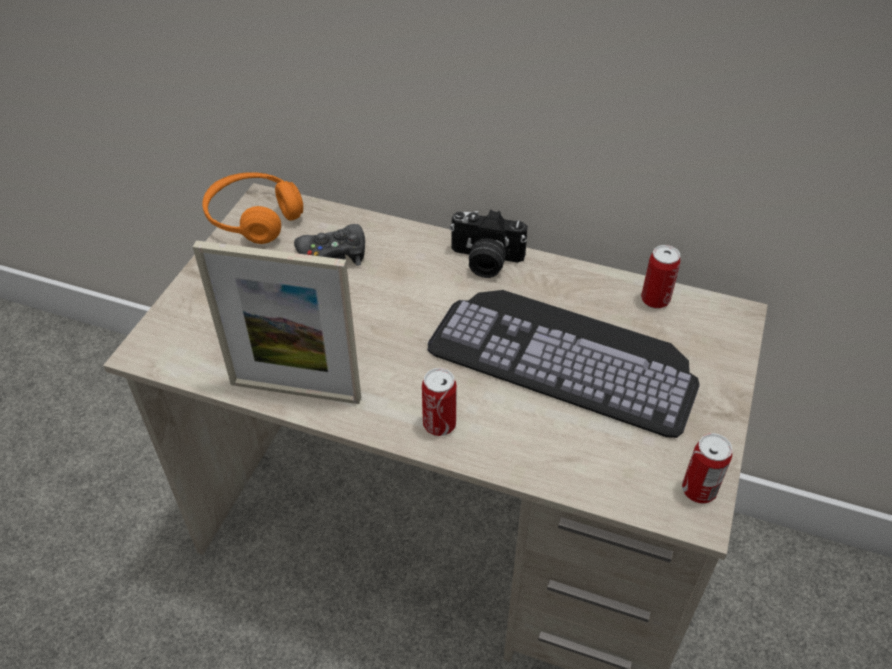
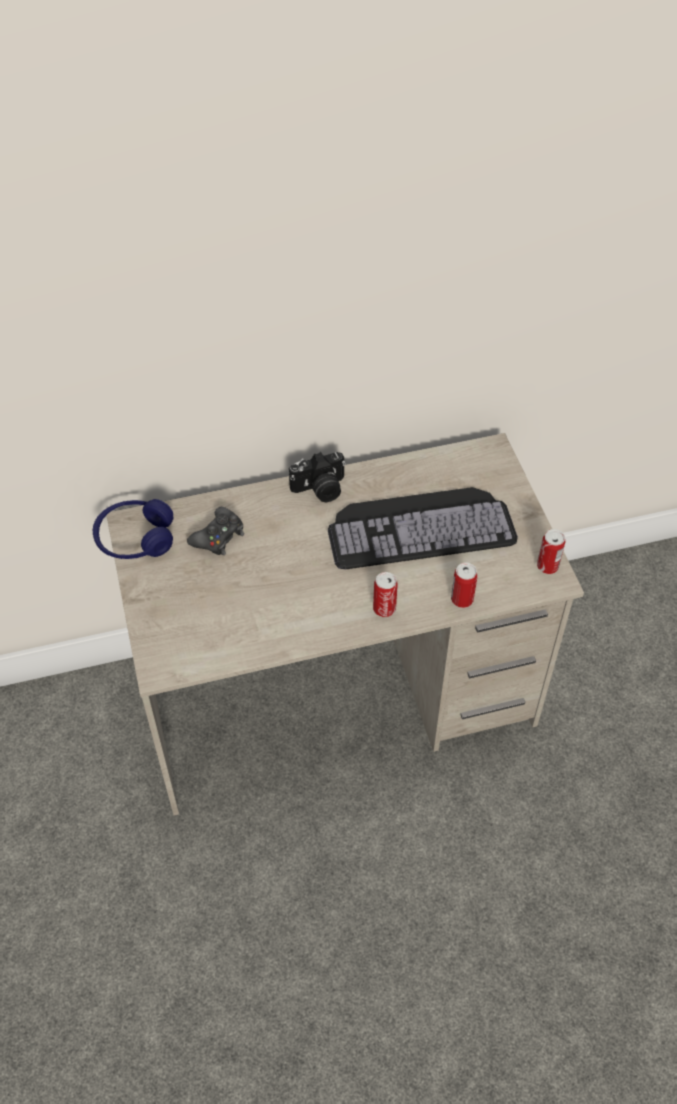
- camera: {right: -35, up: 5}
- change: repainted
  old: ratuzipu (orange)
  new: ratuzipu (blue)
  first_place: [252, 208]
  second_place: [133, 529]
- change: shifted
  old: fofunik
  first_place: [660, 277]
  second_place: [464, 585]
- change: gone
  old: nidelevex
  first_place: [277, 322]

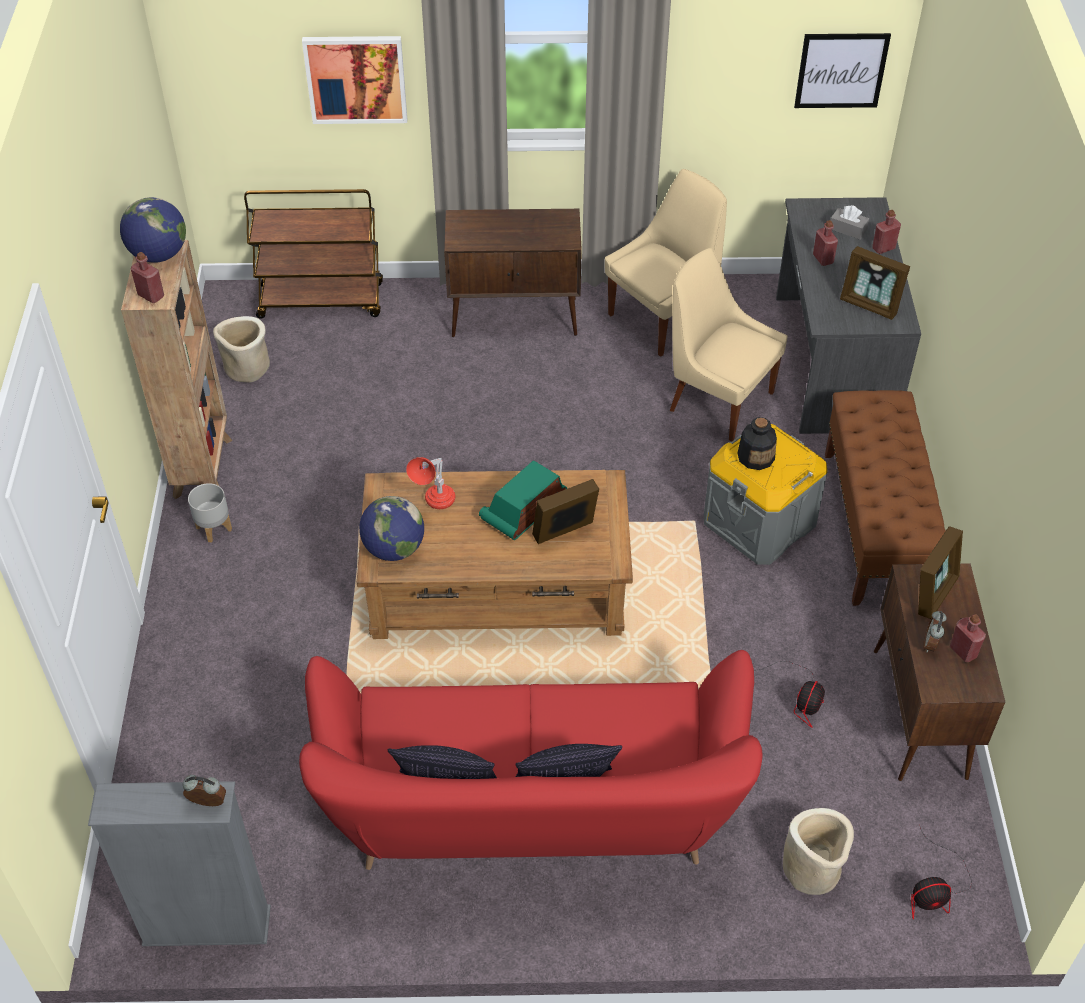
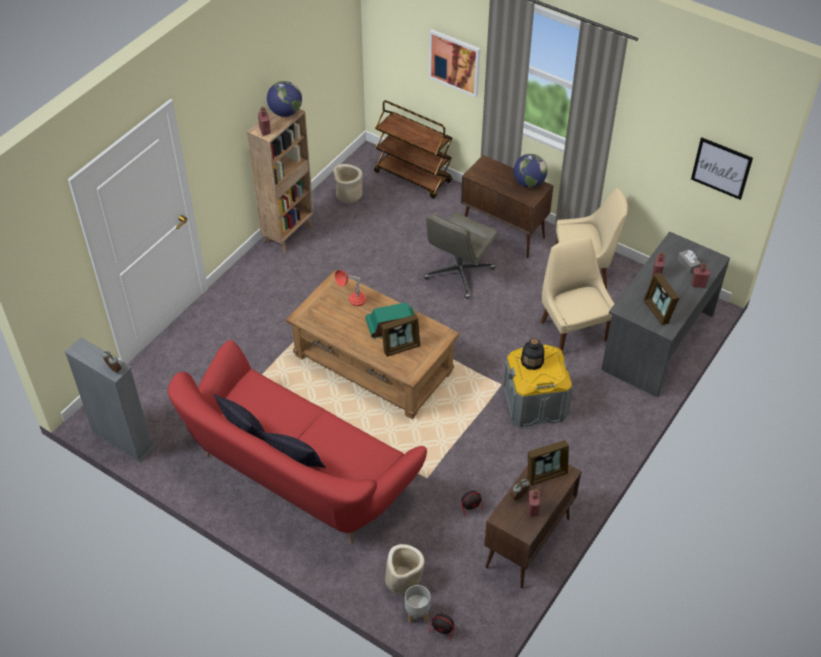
- camera: {right: 35, up: 0}
- change: rotated
  old: nidelevex
  first_place: [565, 511]
  second_place: [400, 335]
  degrees: 150
- change: shifted
  old: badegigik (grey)
  first_place: [210, 512]
  second_place: [417, 604]
- change: new
  new: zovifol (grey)
  second_place: [461, 255]
- change: shifted
  old: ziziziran
  first_place: [391, 528]
  second_place: [530, 171]
- change: gone
  old: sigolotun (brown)
  first_place: [885, 498]

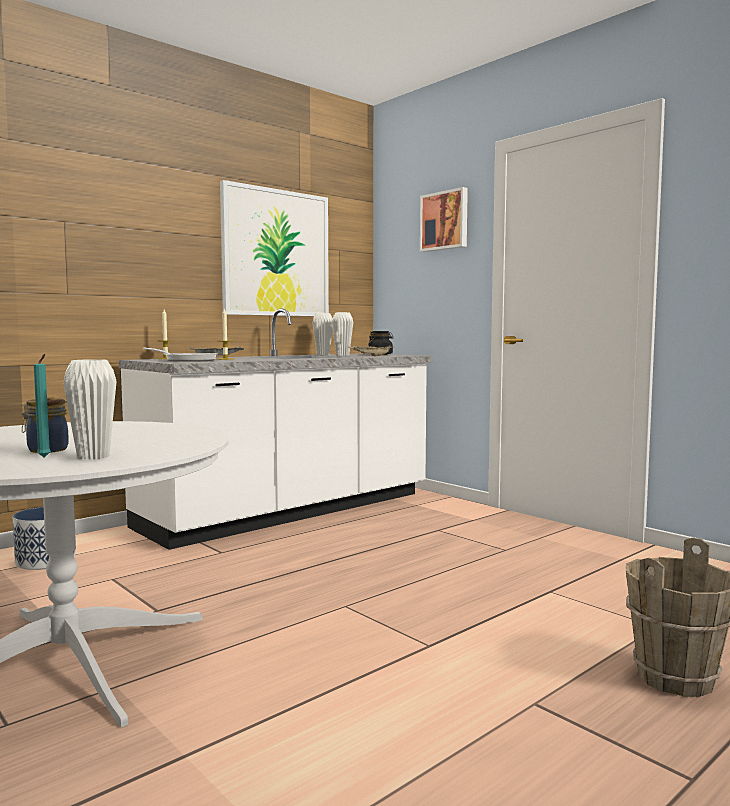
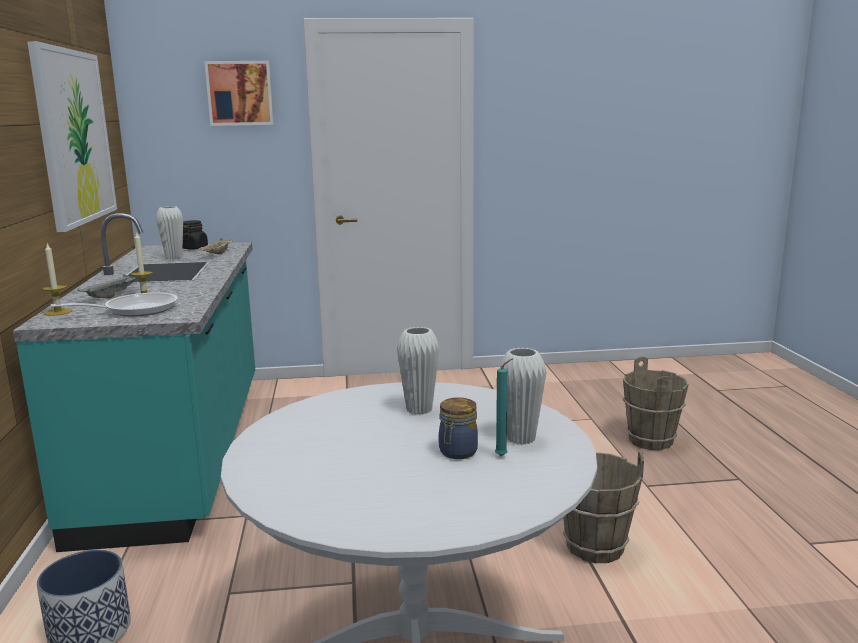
- camera: {right: -55, up: 10}
- change: repainted
  old: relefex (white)
  new: relefex (turquoise)
  first_place: [275, 429]
  second_place: [134, 382]
- change: shifted
  old: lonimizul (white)
  first_place: [323, 334]
  second_place: [418, 371]
- change: new
  new: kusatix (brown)
  second_place: [603, 507]

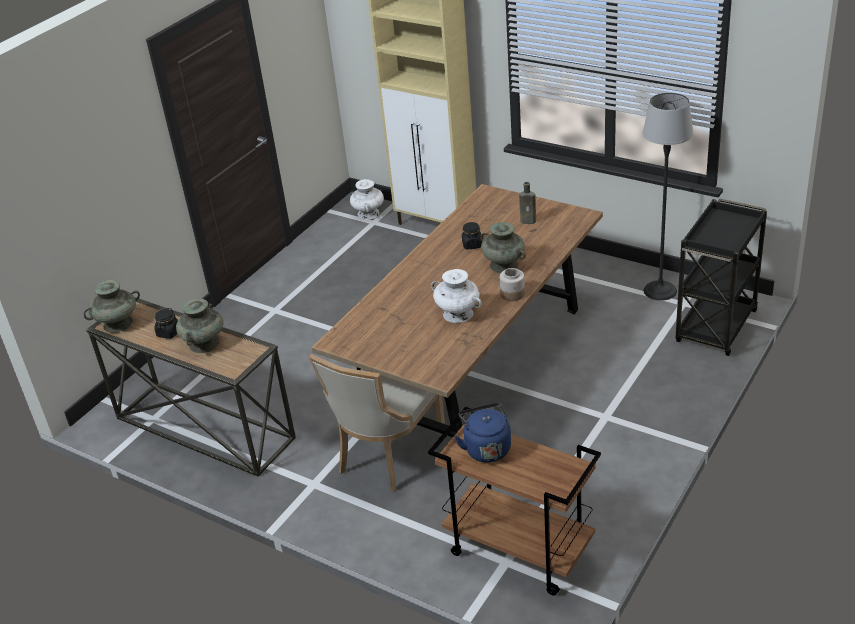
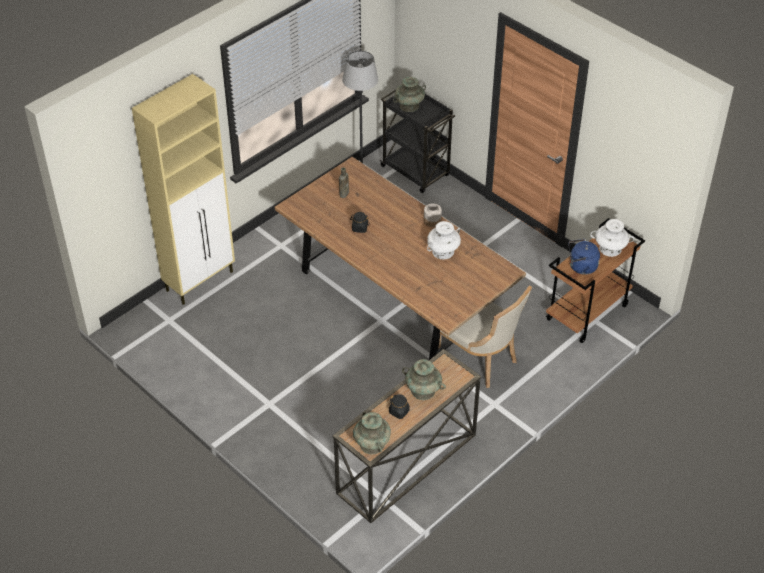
- camera: {right: -80, up: 10}
- change: shifted
  old: lonimizul (turquoise)
  first_place: [503, 247]
  second_place: [409, 94]
- change: shifted
  old: lonimizul (white)
  first_place: [367, 199]
  second_place: [612, 238]

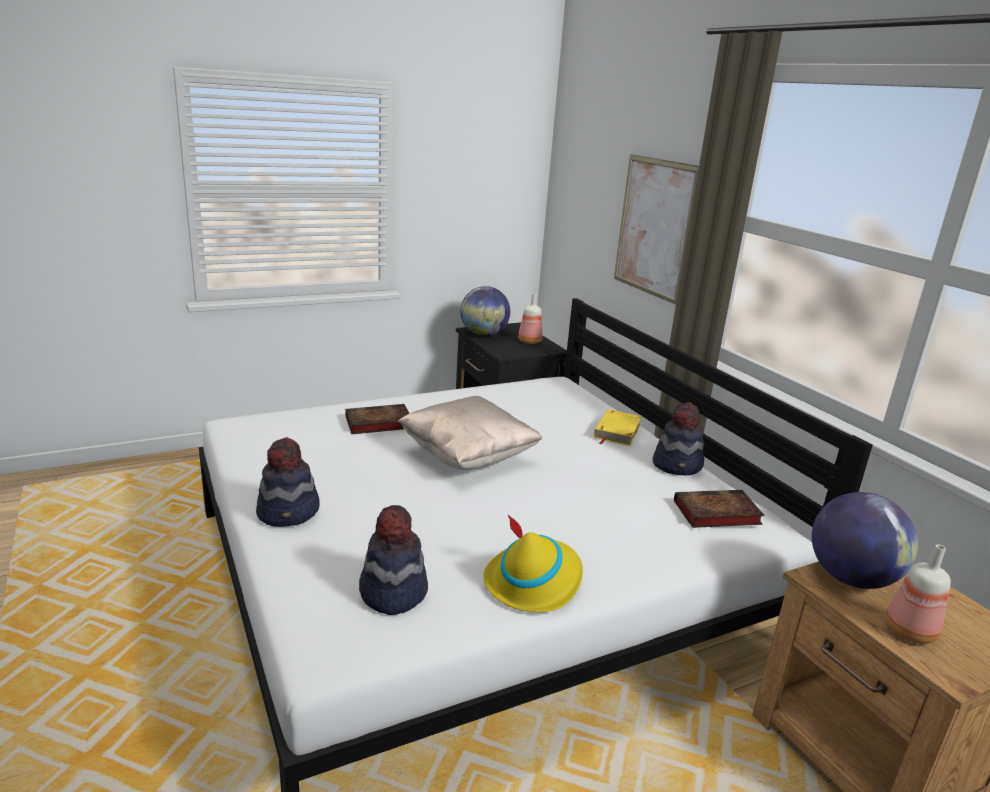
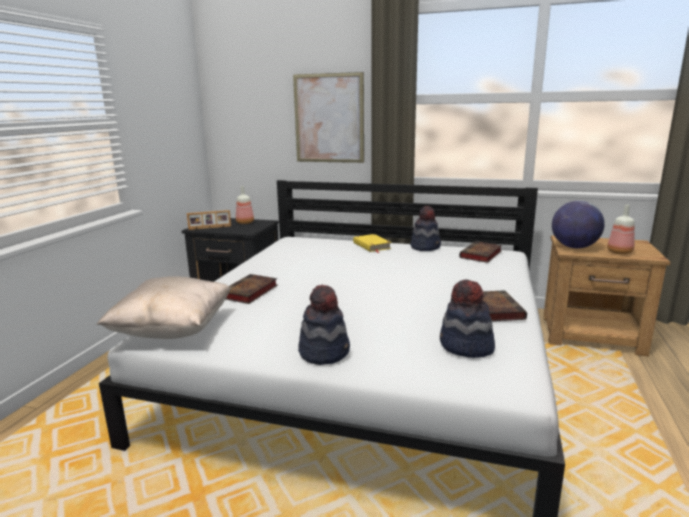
- camera: {right: -45, up: -5}
- change: shifted
  old: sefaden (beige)
  first_place: [470, 433]
  second_place: [163, 307]
- change: swapped
  old: ziziziran
  new: nidelevex
  first_place: [485, 311]
  second_place: [209, 220]
- change: swapped
  old: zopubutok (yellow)
  new: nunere
  first_place: [533, 563]
  second_place: [504, 305]

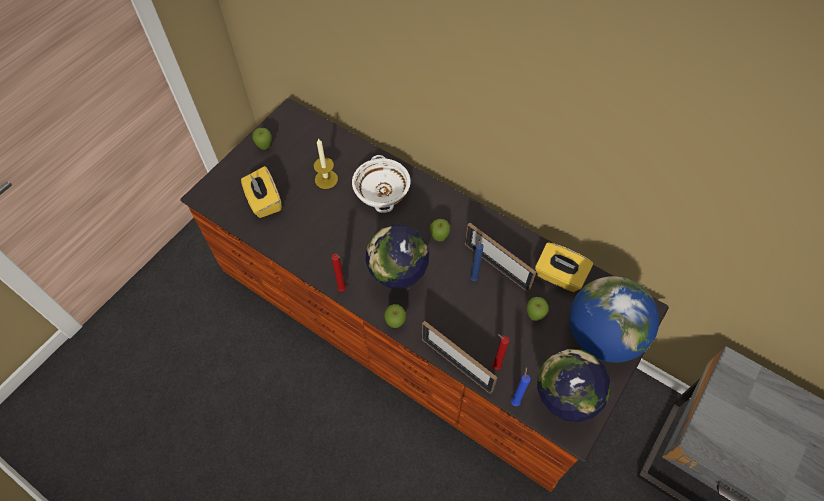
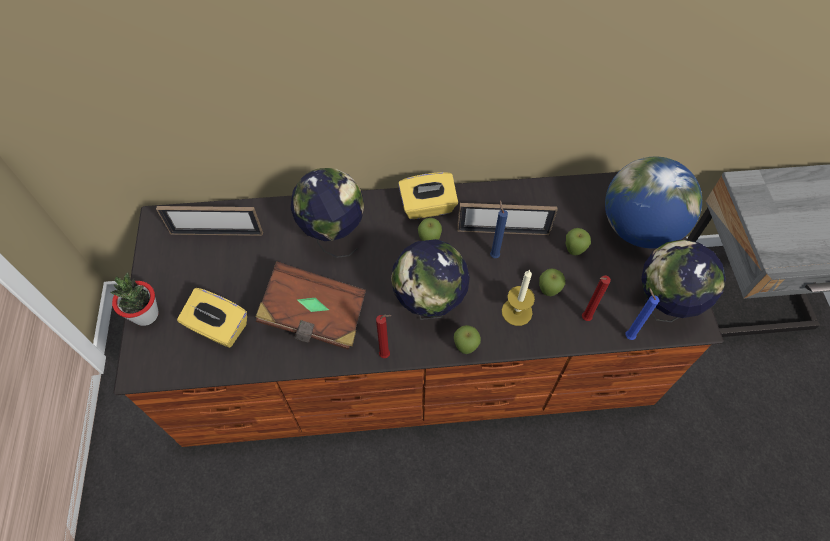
- camera: {right: -40, up: 0}
- change: new
  new: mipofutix
  second_place: [134, 299]
- change: shifted
  old: nidelevex
  first_place: [460, 357]
  second_place: [209, 221]
- change: new
  new: nunere (brown)
  second_place: [310, 305]
- change: swapped
  old: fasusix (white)
  new: ziziziran
  first_place: [381, 184]
  second_place: [327, 213]
- change: shifted
  old: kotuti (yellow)
  first_place: [564, 267]
  second_place: [428, 195]
- change: shifted
  old: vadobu
  first_place: [326, 163]
  second_place: [518, 297]
- change: shifted
  old: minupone
  first_place: [262, 139]
  second_place: [552, 282]

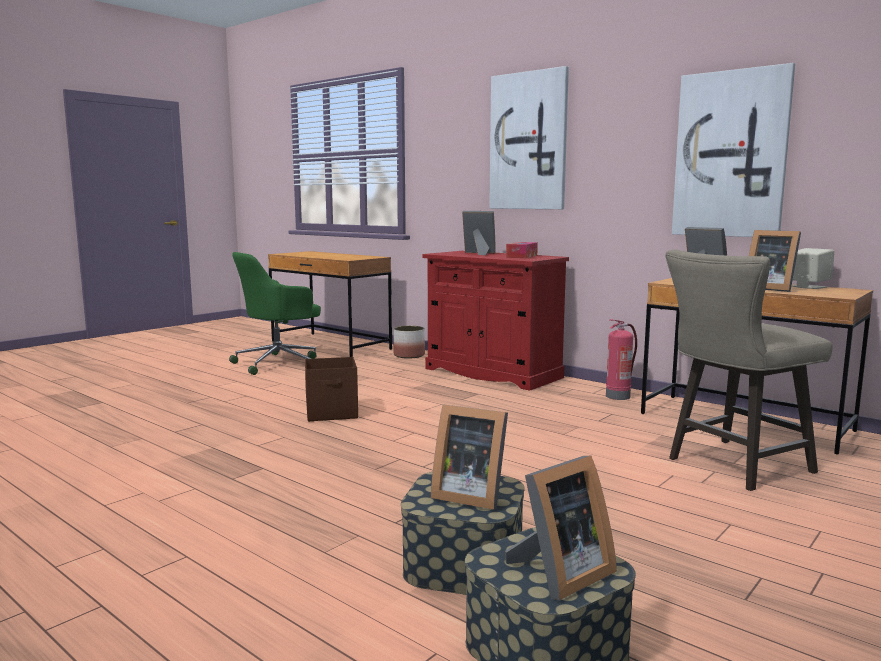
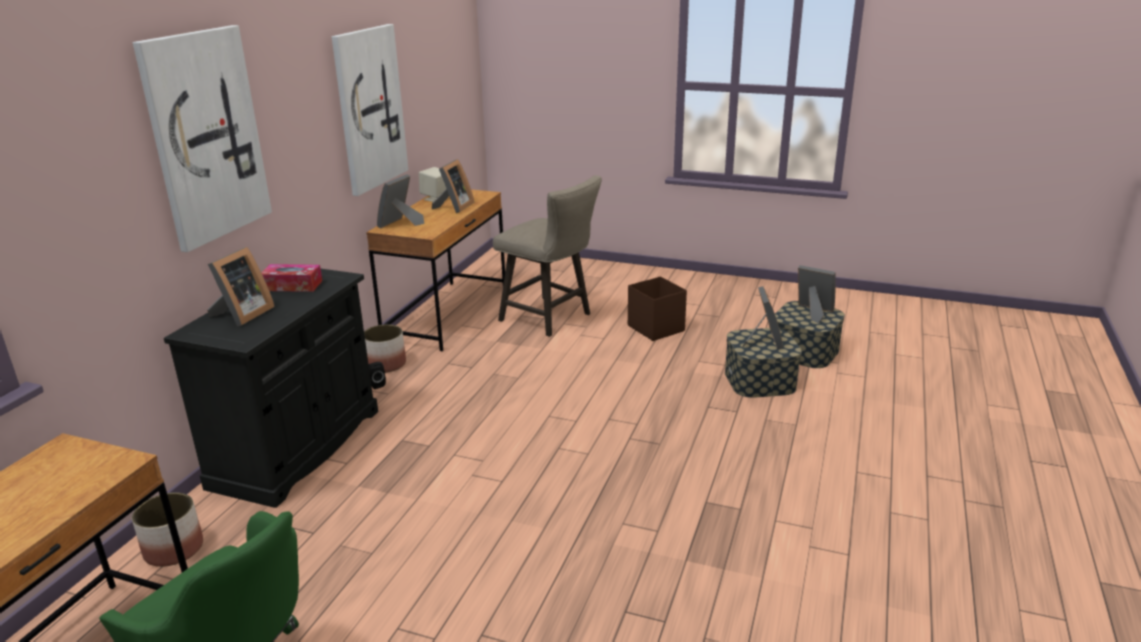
- camera: {right: -110, up: 15}
- change: repainted
  old: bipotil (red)
  new: bipotil (black)
  first_place: [495, 321]
  second_place: [271, 388]
- change: rotated
  old: nidelevex
  first_place: [479, 233]
  second_place: [241, 286]
  degrees: -150
- change: swapped
  old: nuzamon
  new: badegigik
  first_place: [621, 359]
  second_place: [385, 348]
- change: new
  new: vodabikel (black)
  second_place: [377, 375]
- change: shifted
  old: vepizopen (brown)
  first_place: [331, 389]
  second_place: [657, 308]

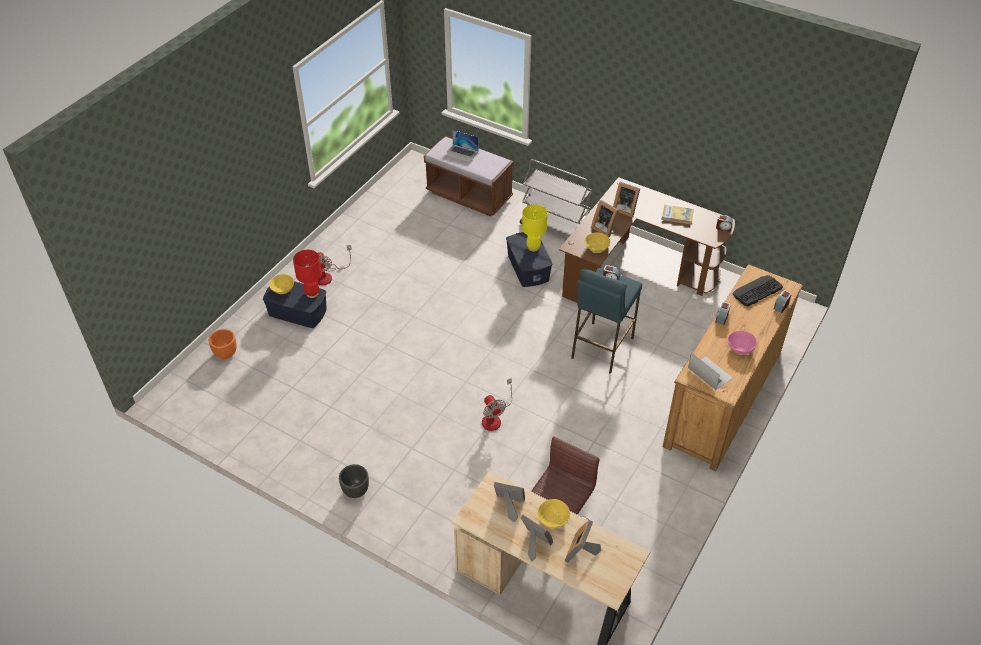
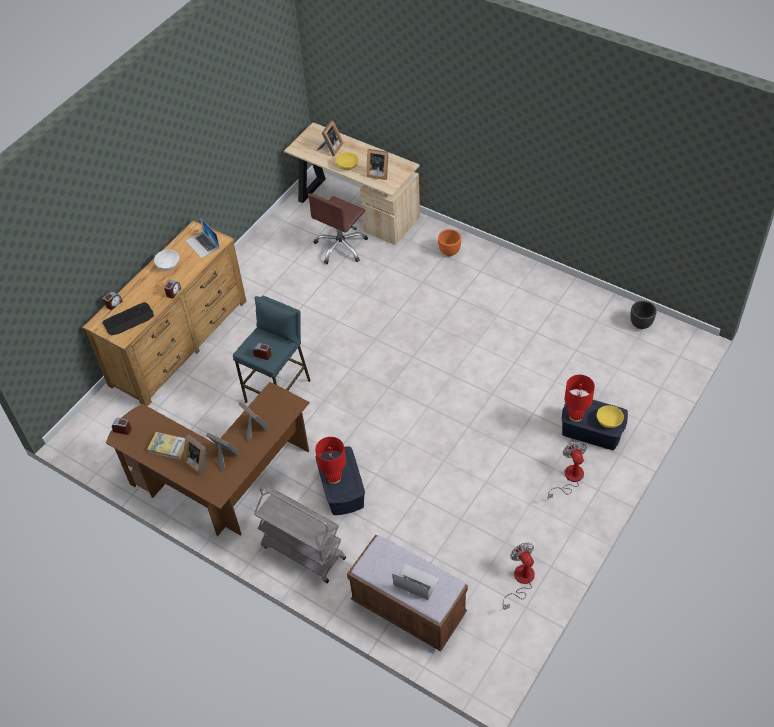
- camera: {right: -175, up: 5}
- change: repainted
  old: fasusix (pink)
  new: fasusix (white)
  first_place: [742, 343]
  second_place: [166, 260]
- change: shifted
  old: nidelevex
  first_place: [536, 538]
  second_place: [195, 455]
- change: repainted
  old: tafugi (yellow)
  new: tafugi (red)
  first_place: [534, 228]
  second_place: [330, 460]
- change: shifted
  old: badegigik (orange)
  first_place: [223, 344]
  second_place: [449, 242]
- change: shifted
  old: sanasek
  first_place: [497, 404]
  second_place: [519, 576]
- change: shifted
  old: badegigik (black)
  first_place: [354, 481]
  second_place: [643, 315]
- change: gone
  old: fasusix (yellow)
  first_place: [597, 242]

